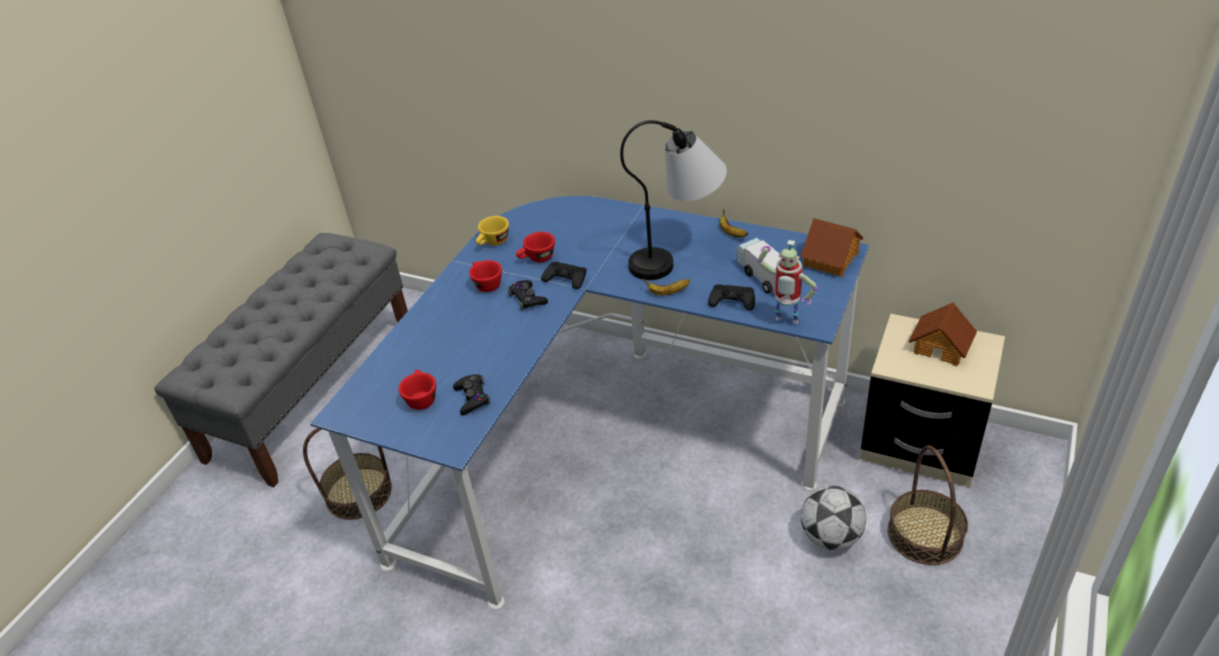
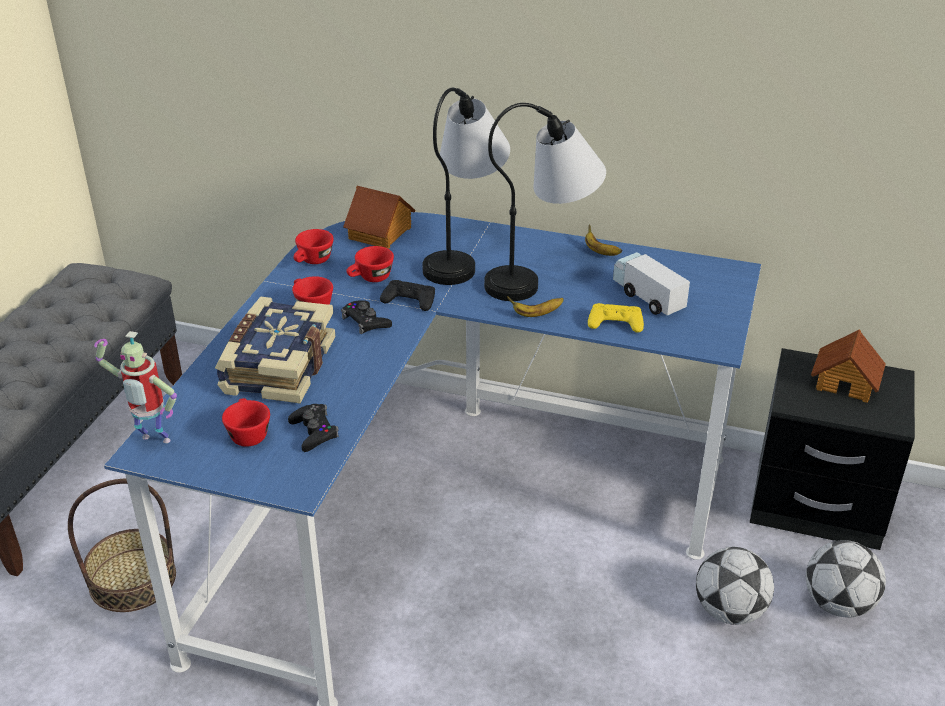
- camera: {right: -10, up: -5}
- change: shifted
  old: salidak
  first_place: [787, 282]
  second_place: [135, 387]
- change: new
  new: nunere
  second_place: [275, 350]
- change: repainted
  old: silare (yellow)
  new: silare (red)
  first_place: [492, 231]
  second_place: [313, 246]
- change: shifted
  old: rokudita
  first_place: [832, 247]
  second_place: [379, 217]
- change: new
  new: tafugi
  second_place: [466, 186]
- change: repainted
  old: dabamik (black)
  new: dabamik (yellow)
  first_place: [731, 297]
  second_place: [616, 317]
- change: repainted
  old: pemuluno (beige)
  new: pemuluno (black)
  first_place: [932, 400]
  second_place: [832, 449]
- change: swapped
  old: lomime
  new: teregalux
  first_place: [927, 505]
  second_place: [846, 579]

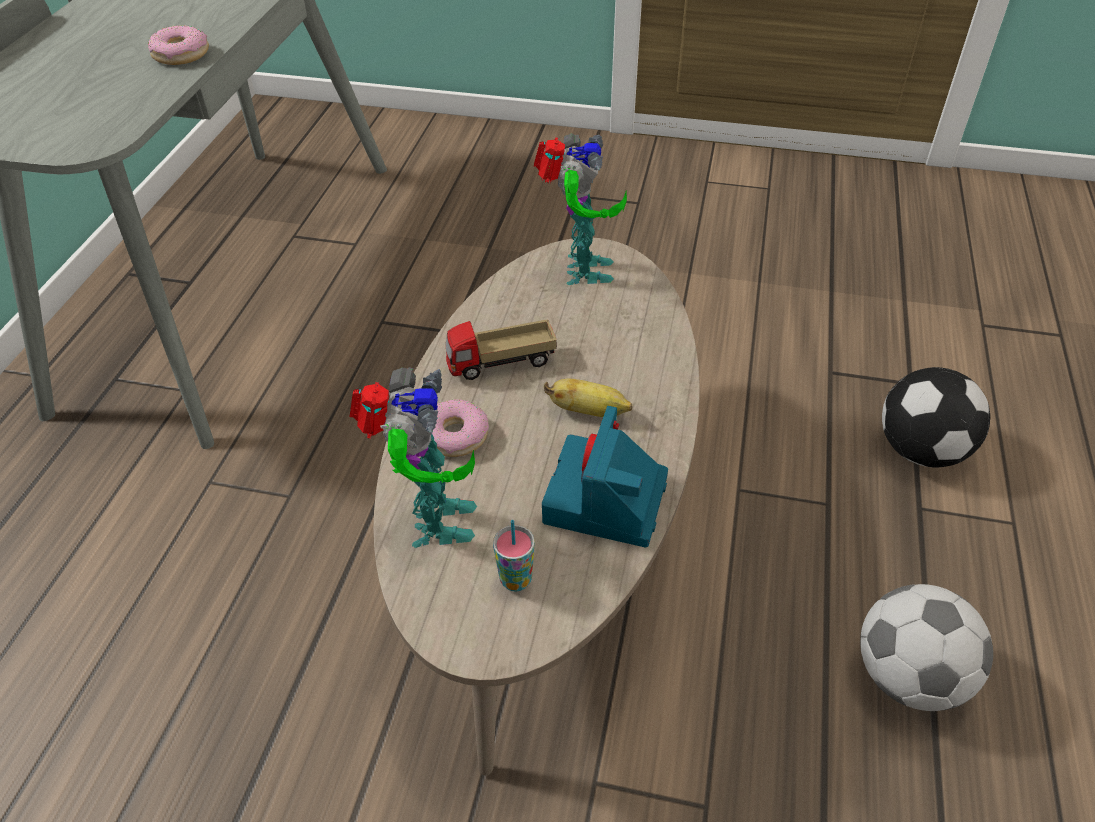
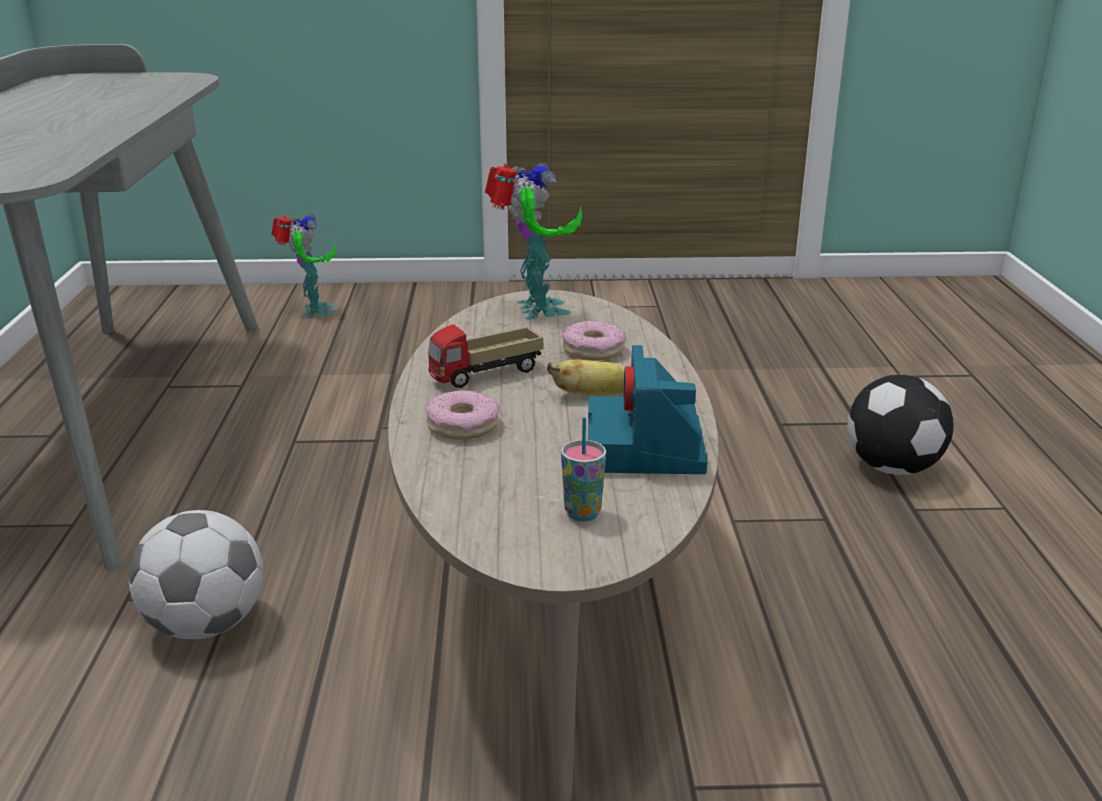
- camera: {right: -15, up: -20}
- change: shifted
  old: teregalux
  first_place: [926, 647]
  second_place: [196, 574]
- change: shifted
  old: salidak
  first_place: [413, 457]
  second_place: [304, 266]
- change: shifted
  old: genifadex
  first_place: [178, 45]
  second_place: [594, 340]

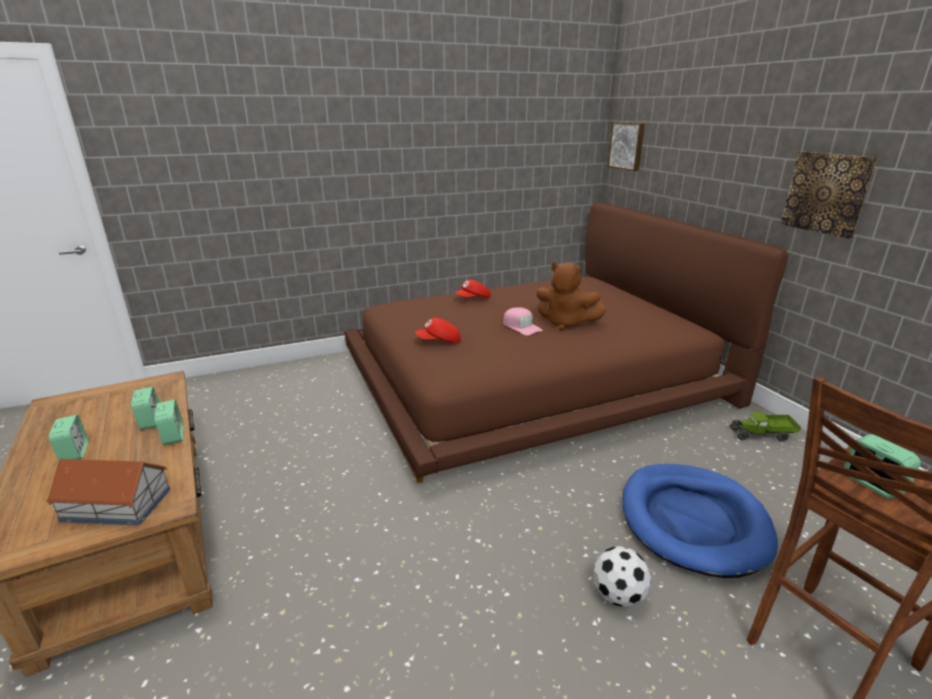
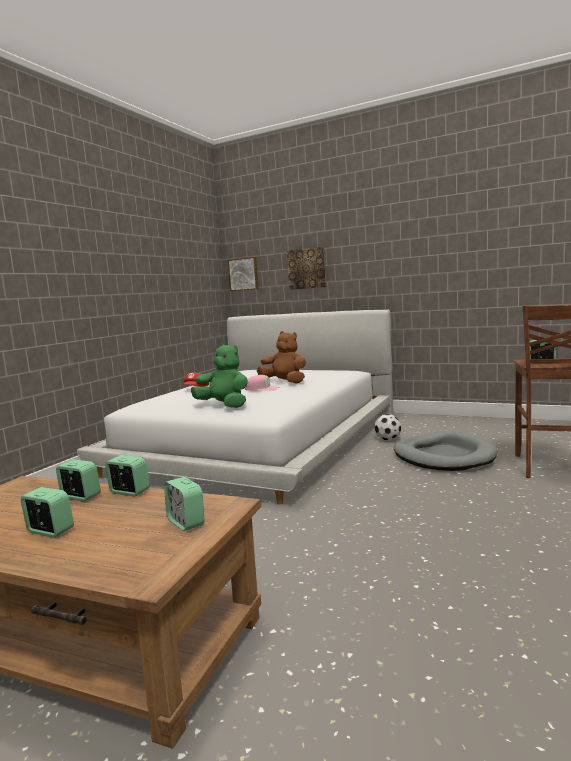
- camera: {right: -40, up: -15}
- change: repainted
  old: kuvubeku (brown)
  new: kuvubeku (white)
  first_place: [566, 342]
  second_place: [235, 406]
- change: swapped
  old: rokudita
  new: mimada
  first_place: [108, 492]
  second_place: [184, 504]
- change: swapped
  old: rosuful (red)
  new: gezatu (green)
  first_place: [438, 330]
  second_place: [219, 376]
- change: rotated
  old: gezatu (brown)
  first_place: [571, 296]
  second_place: [281, 357]
  degrees: -135
- change: shifted
  old: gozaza
  first_place: [829, 195]
  second_place: [306, 268]
- change: shifted
  old: teregalux
  first_place: [622, 576]
  second_place: [388, 427]
- change: repainted
  old: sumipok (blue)
  new: sumipok (grey)
  first_place: [700, 521]
  second_place: [446, 451]
- change: gone
  old: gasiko
  first_place: [765, 427]

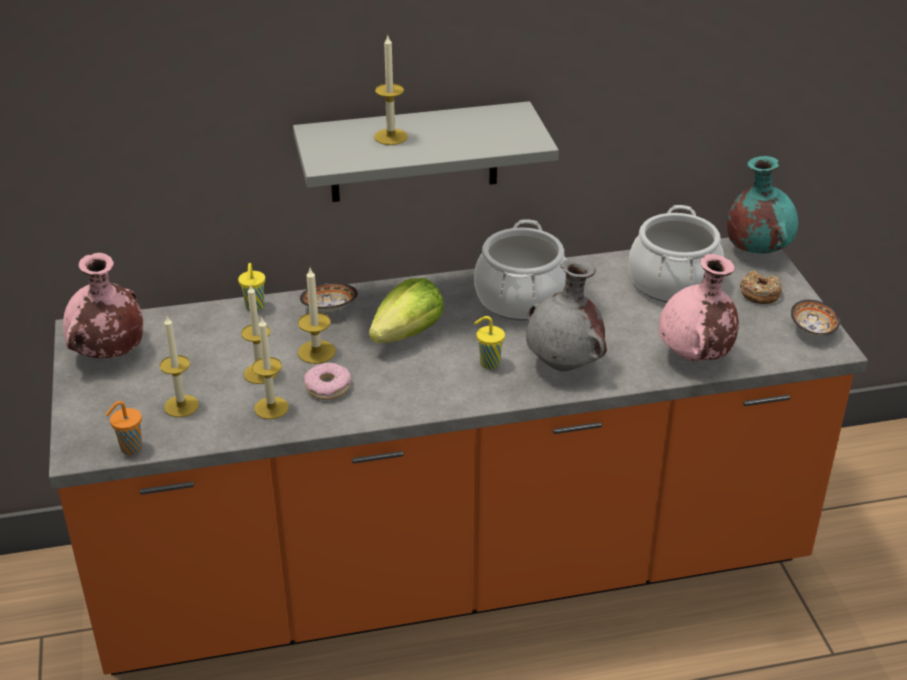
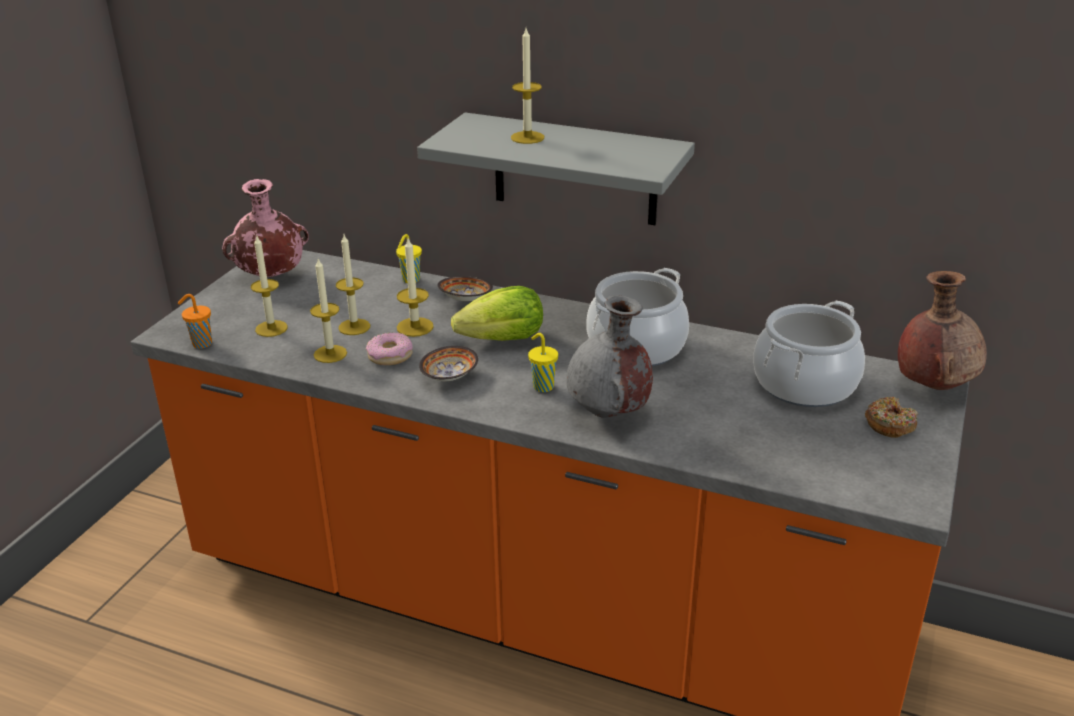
- camera: {right: 35, up: -5}
- change: shifted
  old: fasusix
  first_place: [815, 318]
  second_place: [448, 363]
- change: repainted
  old: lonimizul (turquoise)
  new: lonimizul (brown)
  first_place: [762, 205]
  second_place: [942, 330]
- change: gone
  old: lonimizul (pink)
  first_place: [699, 307]

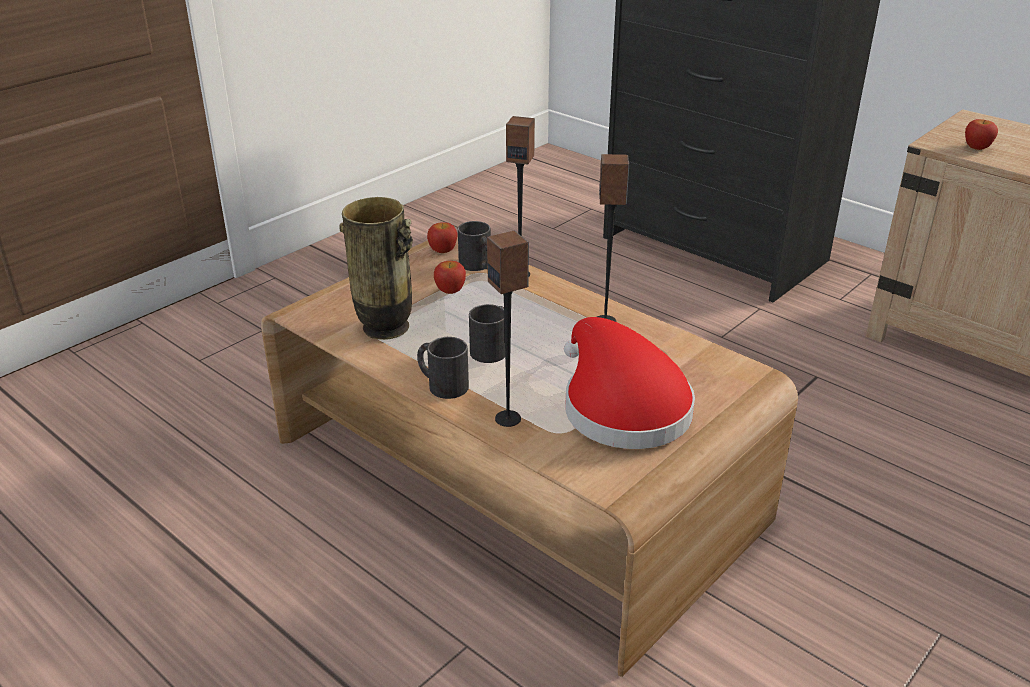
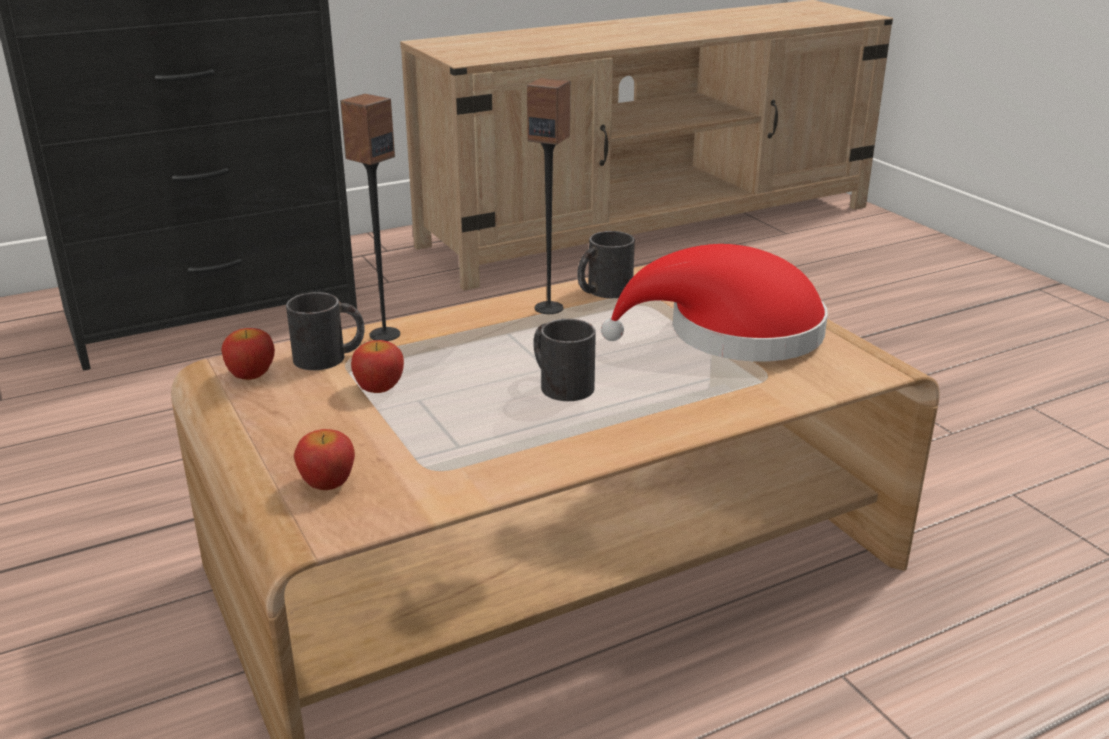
- camera: {right: -70, up: -5}
- change: shifted
  old: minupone
  first_place: [981, 134]
  second_place: [324, 459]
- change: shifted
  old: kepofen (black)
  first_place: [443, 368]
  second_place: [606, 264]
- change: gone
  old: lonimizul
  first_place: [376, 268]
- change: gone
  old: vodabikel
  first_place: [508, 329]

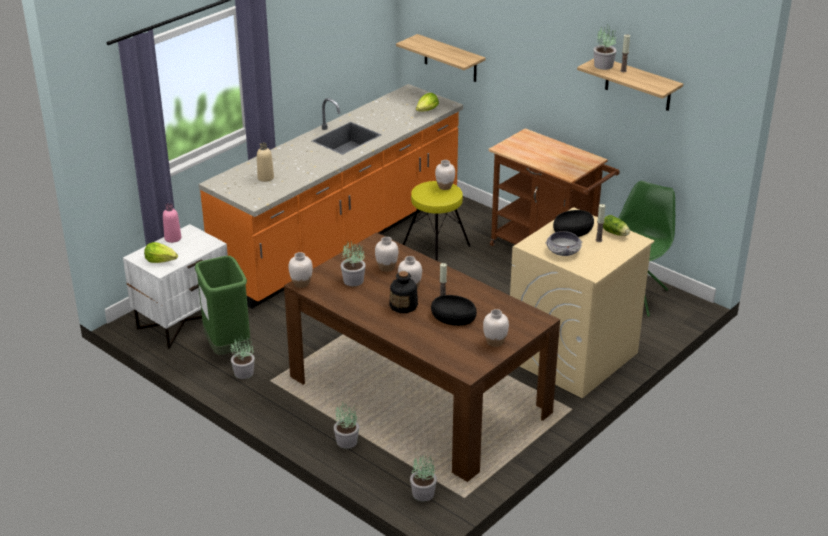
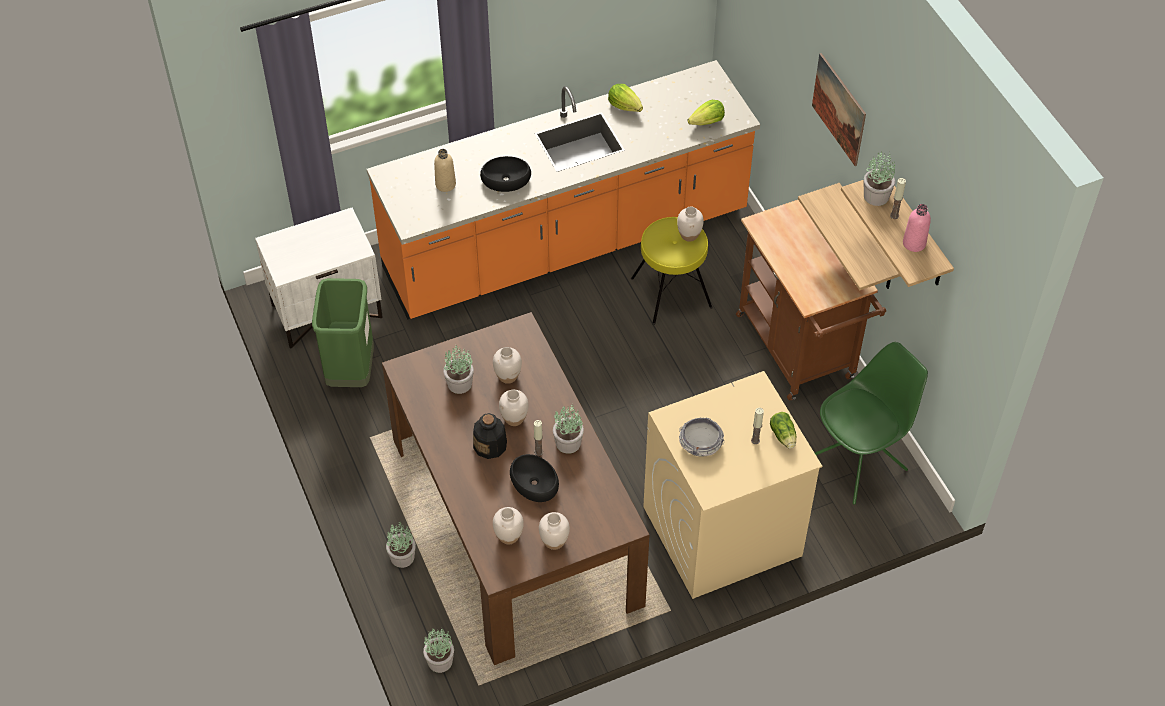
- camera: {right: 25, up: 20}
- change: shifted
  old: fasusix (black)
  first_place: [573, 223]
  second_place: [505, 174]
- change: shifted
  old: lonimizul (white)
  first_place: [301, 270]
  second_place: [508, 525]
- change: shifted
  old: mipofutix
  first_place: [242, 357]
  second_place: [568, 429]
- change: shifted
  old: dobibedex
  first_place: [161, 252]
  second_place: [625, 98]
- change: shifted
  old: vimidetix
  first_place: [441, 58]
  second_place: [849, 236]
- change: new
  new: gozaza
  second_place: [839, 109]
- change: shifted
  old: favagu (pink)
  first_place: [172, 223]
  second_place: [917, 228]

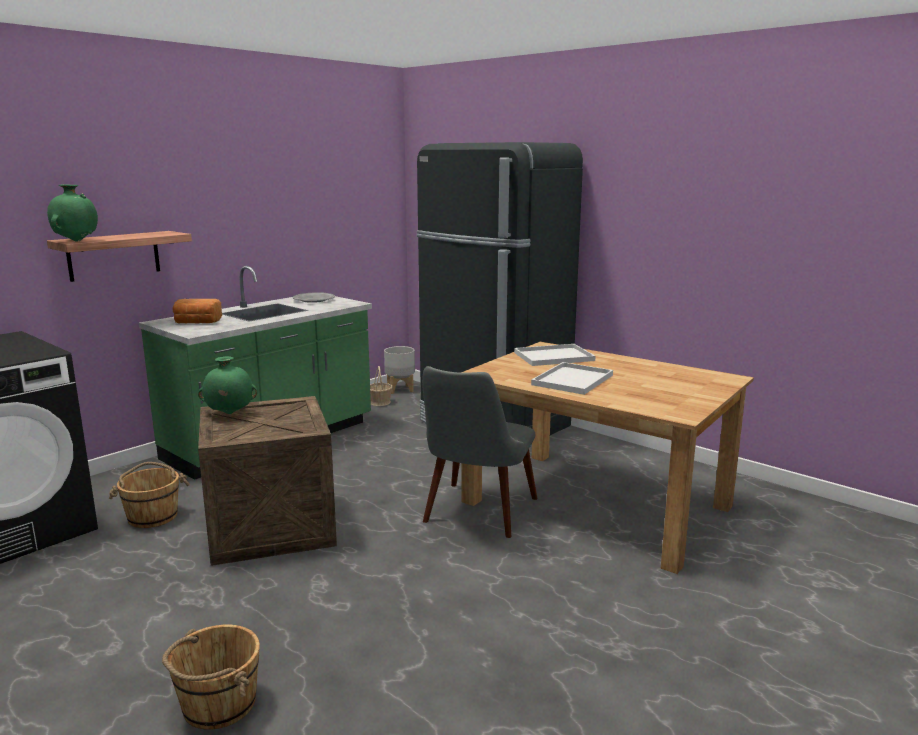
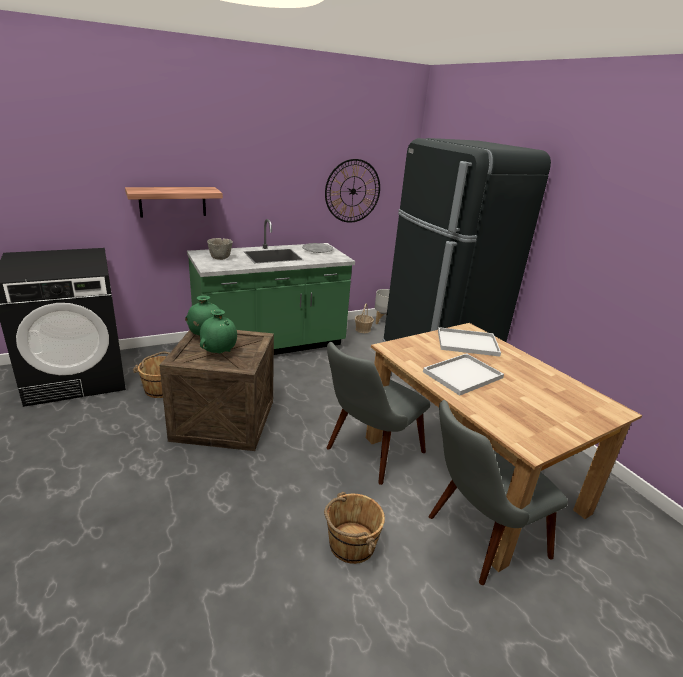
- camera: {right: 20, up: 10}
- change: shifted
  old: lonimizul (green)
  first_place: [72, 213]
  second_place: [218, 331]
- change: swapped
  old: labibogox
  new: fasusix (grey)
  first_place: [197, 311]
  second_place: [220, 249]
- change: shifted
  old: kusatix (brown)
  first_place: [211, 677]
  second_place: [354, 528]
- change: new
  new: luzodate
  second_place: [352, 191]
- change: new
  new: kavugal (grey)
  second_place: [498, 492]

